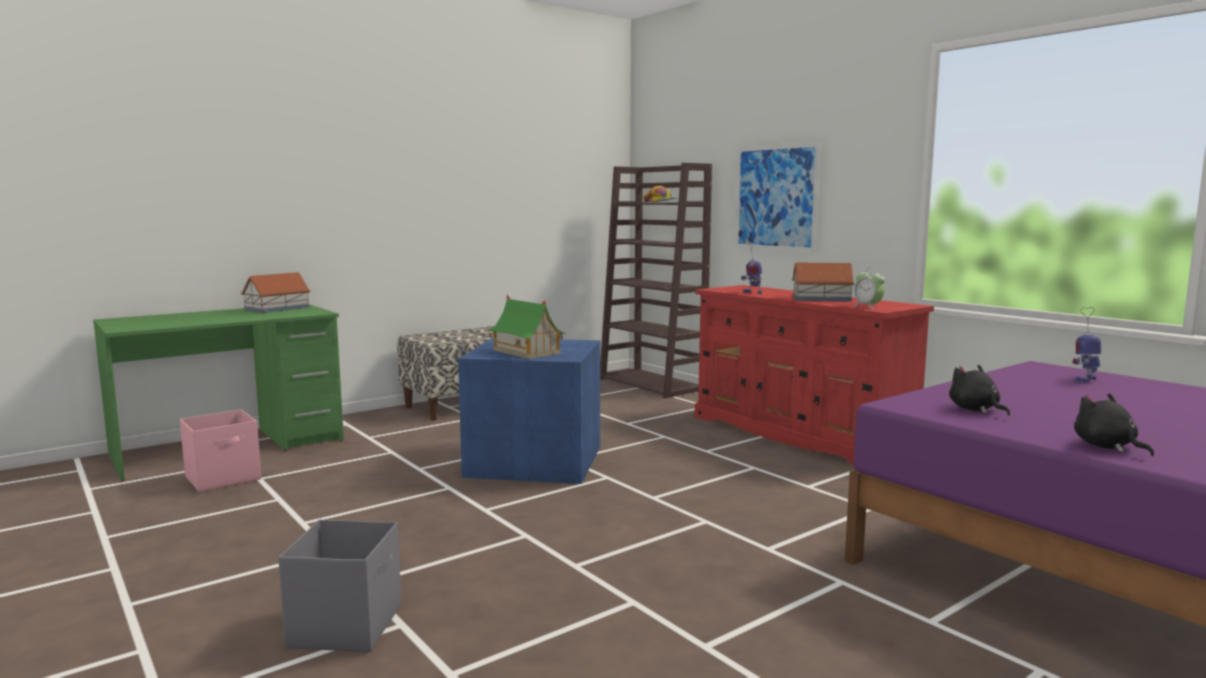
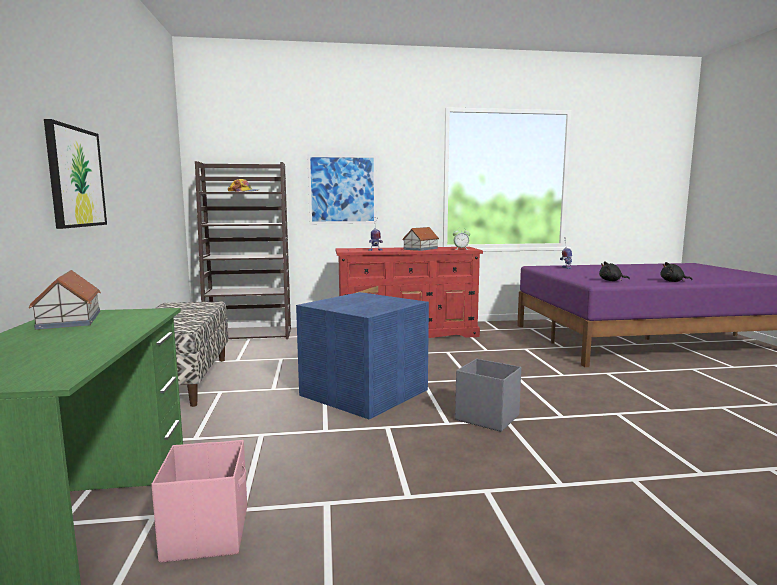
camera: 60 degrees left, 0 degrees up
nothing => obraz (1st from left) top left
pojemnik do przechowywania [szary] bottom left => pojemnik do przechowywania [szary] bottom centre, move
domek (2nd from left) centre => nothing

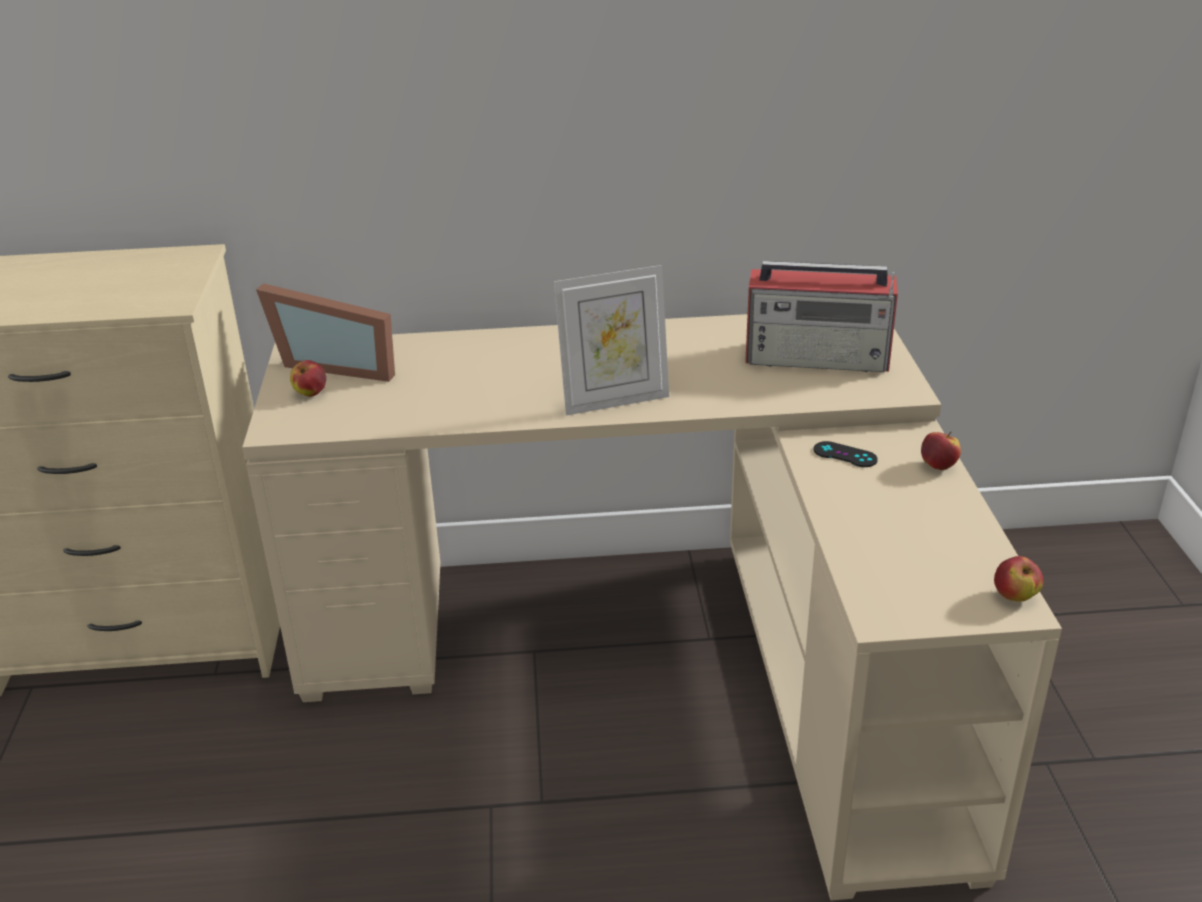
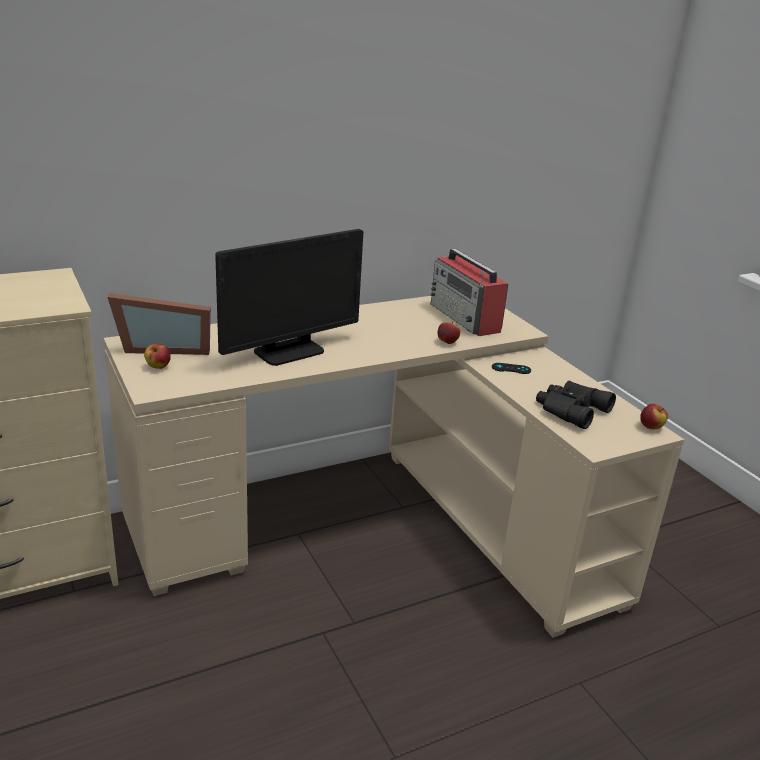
camera: 25 degrees left, 5 degrees down
nothing => monitor centre
radio middle right => radio centre, 75 degrees clockwise
jabłko (2nd from left) middle right => jabłko (2nd from left) centre, move
nothing => lornetka [czarny] middle right
ramka na zdjęcie (2nd from left) centre => nothing

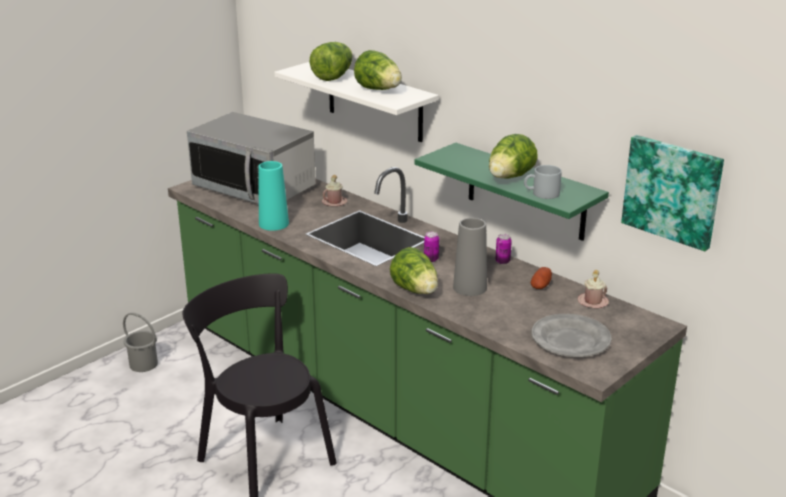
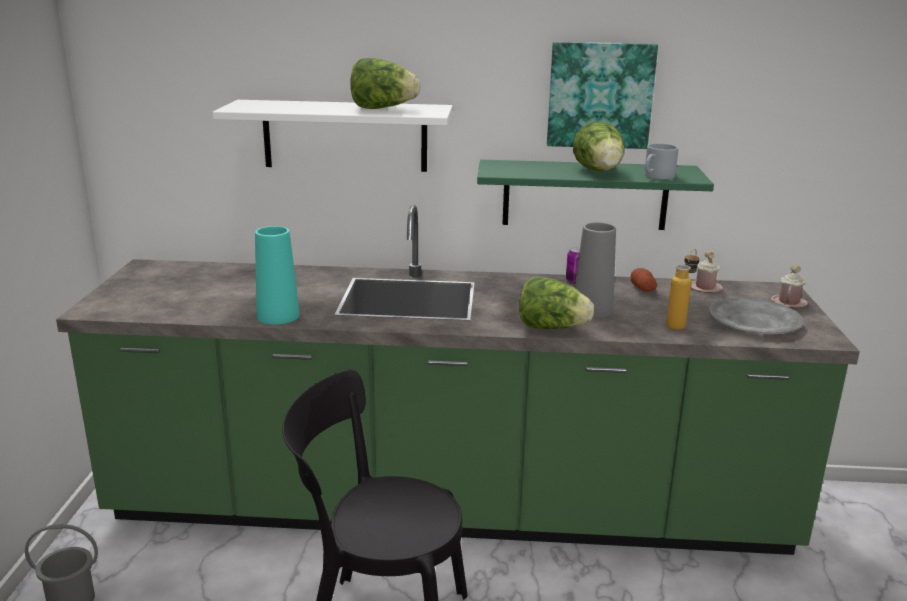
camera: 40 degrees left, 5 degrees down
obraz middle right => obraz top centre, move
nothing => butelka middle right
kubek [różowy] (1st from left in the first image) centre => kubek [różowy] (2nd from left) middle right, move
mikrofalówka top left => nothing
sałata (1st from left) top centre => nothing
puszka (1st from left) centre => nothing

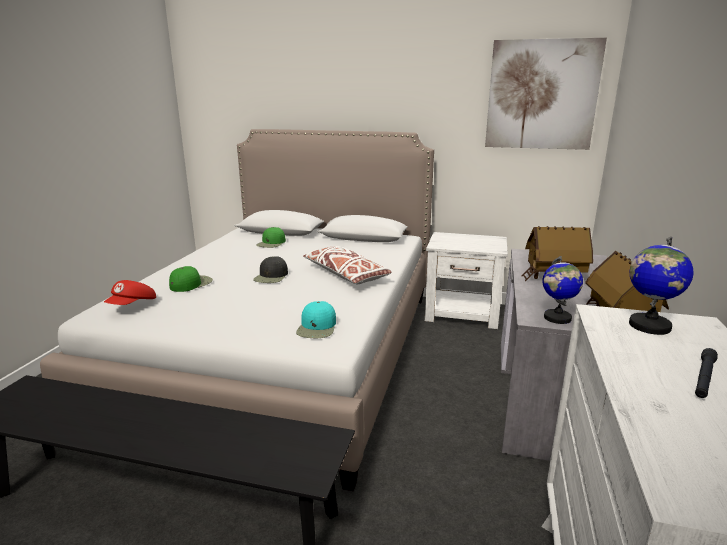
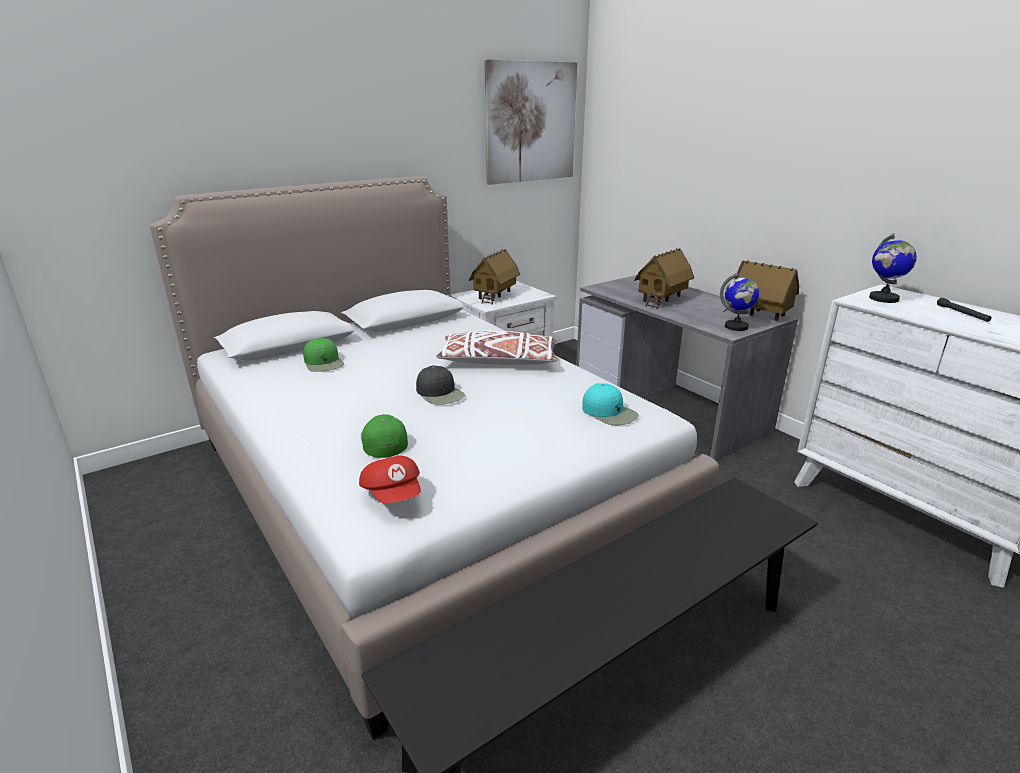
camera: 50 degrees left, 5 degrees up
nothing => domek (1st from left) centre

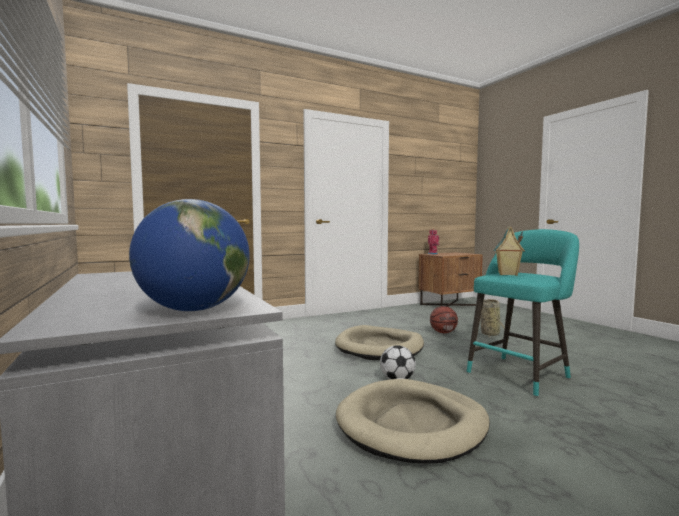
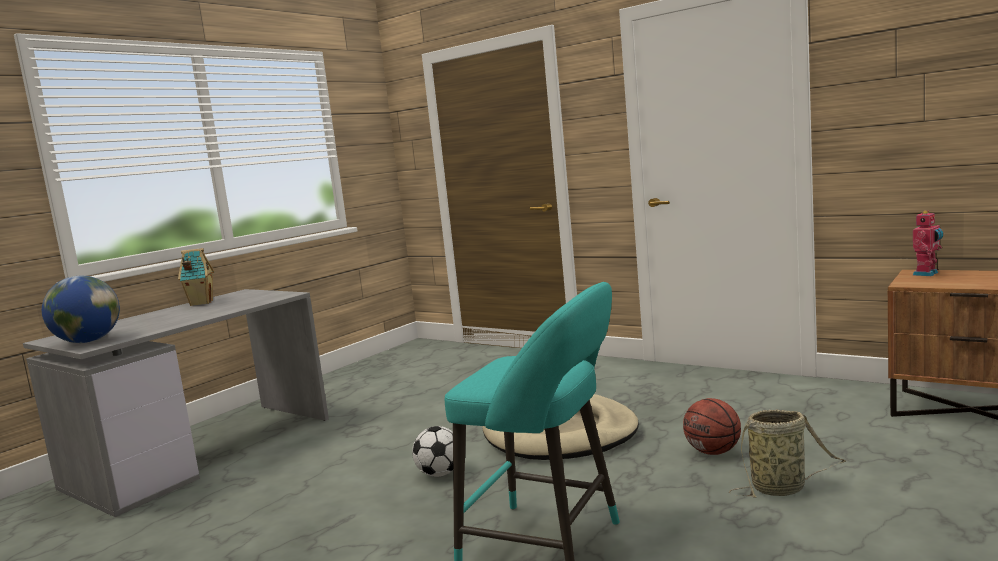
camera: 65 degrees right, 5 degrees up
domek middle right => domek middle left, move
legowisko [beżowy] (2nd from left) bottom centre => nothing

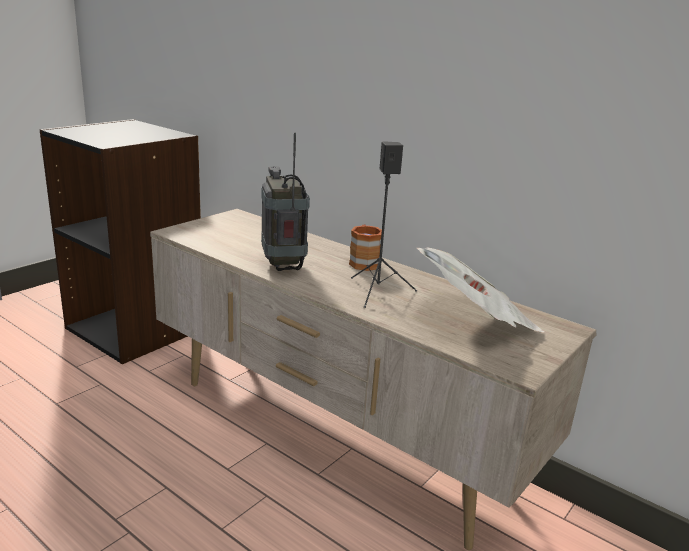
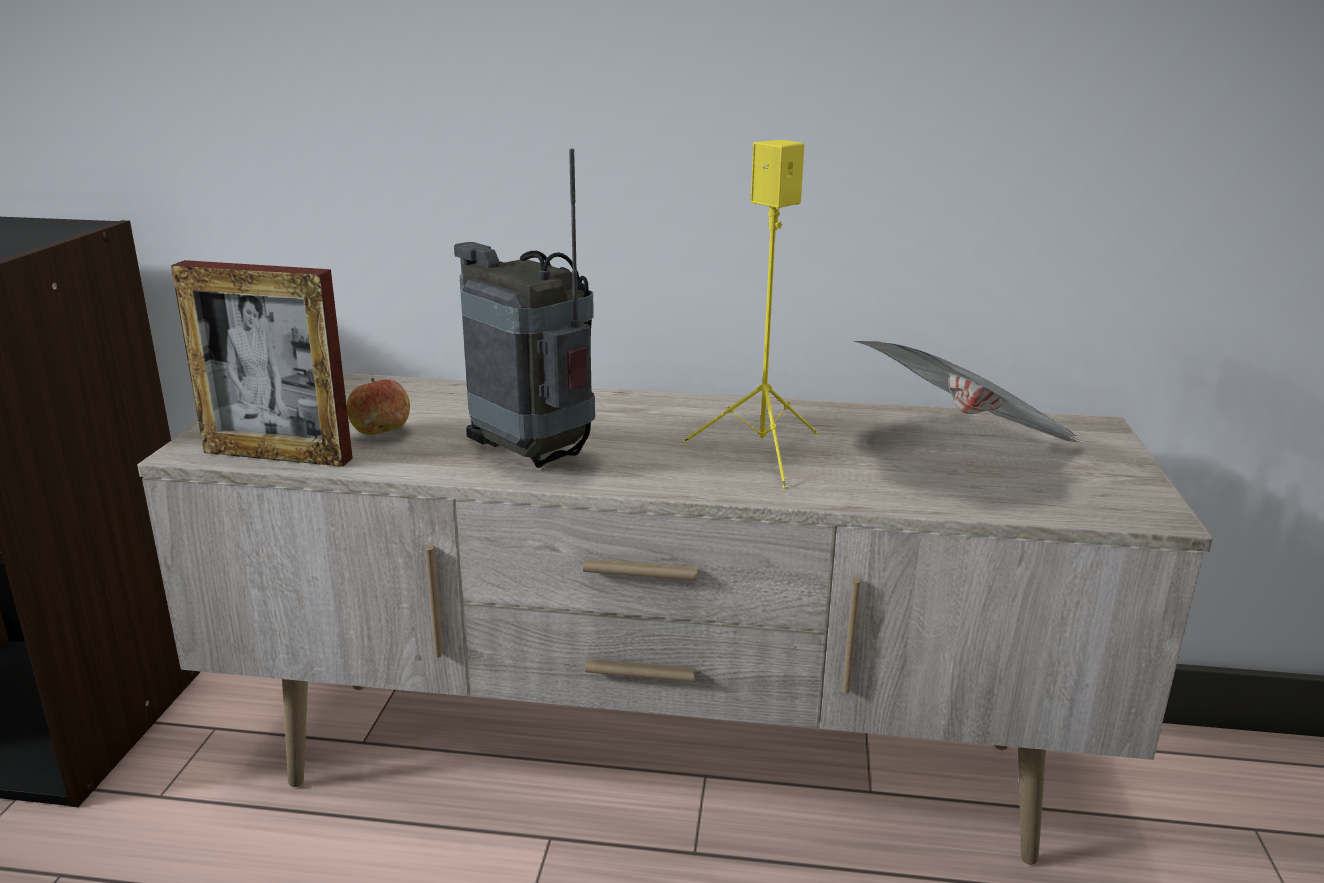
camera: 30 degrees left, 0 degrees up
nothing => ramka na zdjęcie middle left
nothing => jabłko middle left
głośnik [czarny] centre => głośnik [żółty] centre
kubek [brązowy] centre => nothing

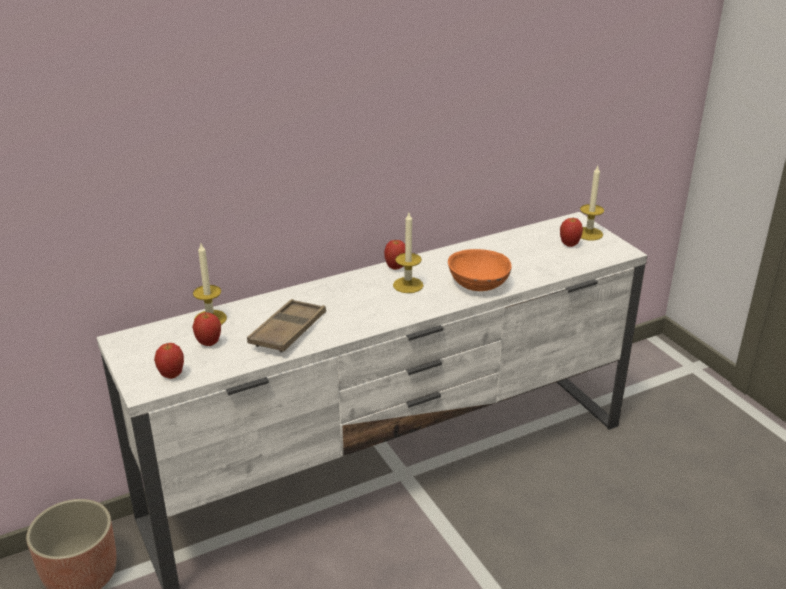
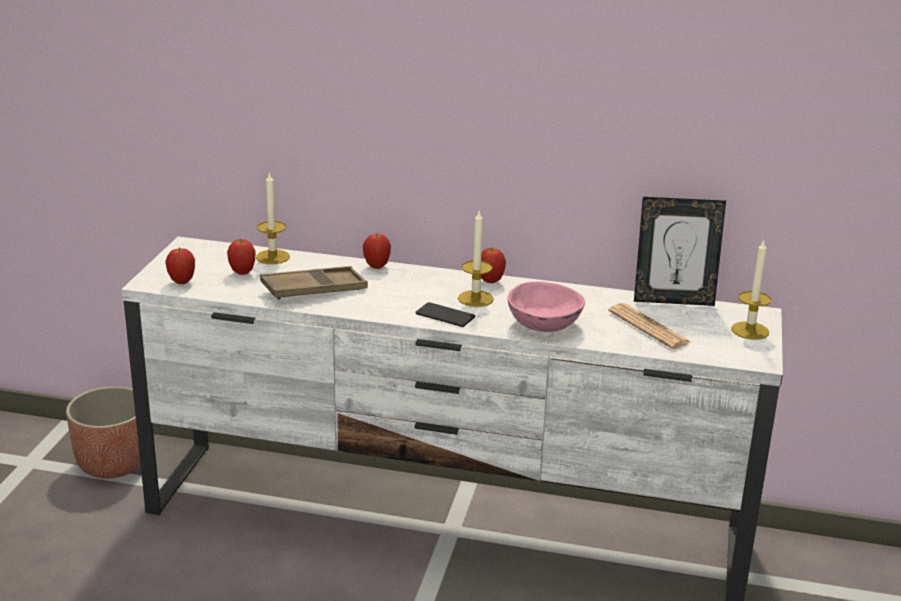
camera: 40 degrees right, 5 degrees down
jabłko (4th from left in the first image) middle right => jabłko (3rd from left) centre, move
nothing => telefon centre
miska [pomarańczowy] centre => miska [różowy] centre
nothing => gazeta middle right
nothing => ramka na zdjęcie middle right

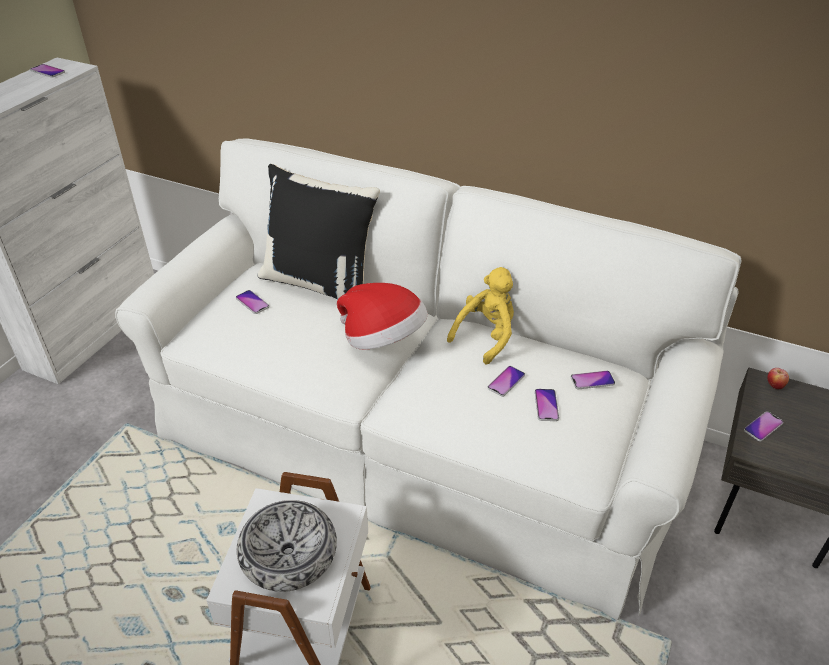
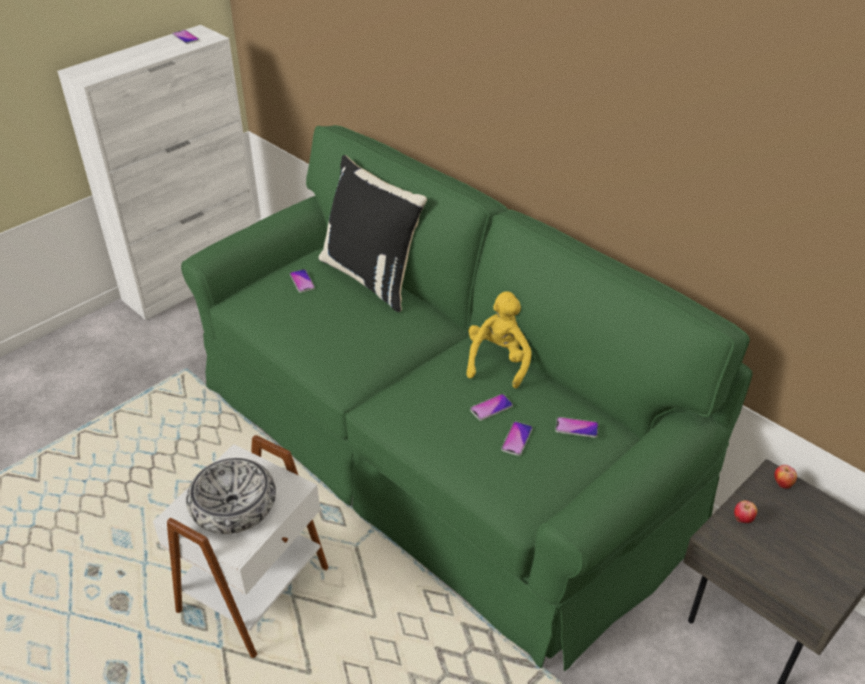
camera: 20 degrees right, 0 degrees up
kanapa [biały] centre => kanapa [zielony] centre
pluszak [żółty] centre, 45 degrees counterclockwise
telefon (6th from left) middle right => jabłko (1st from left) bottom right
kapelusz centre => nothing

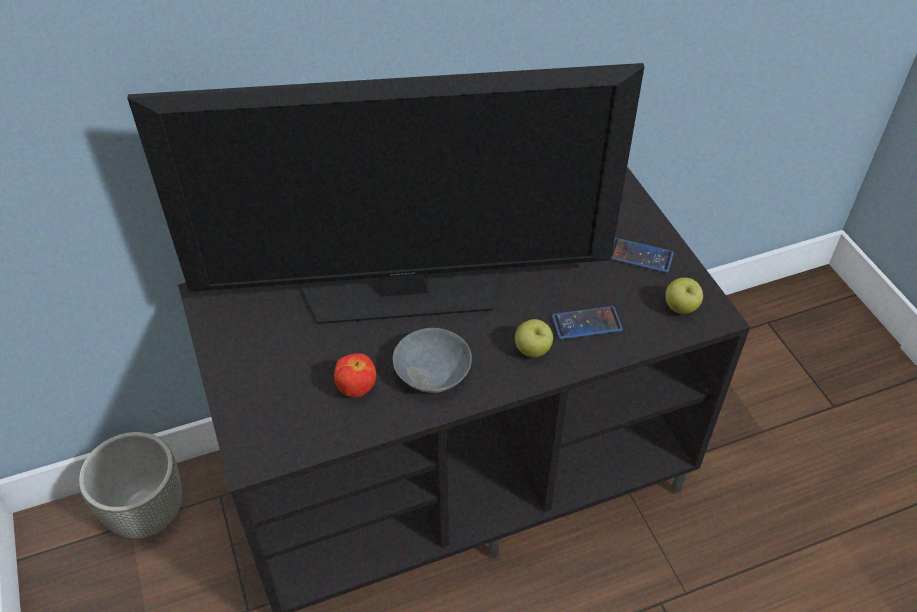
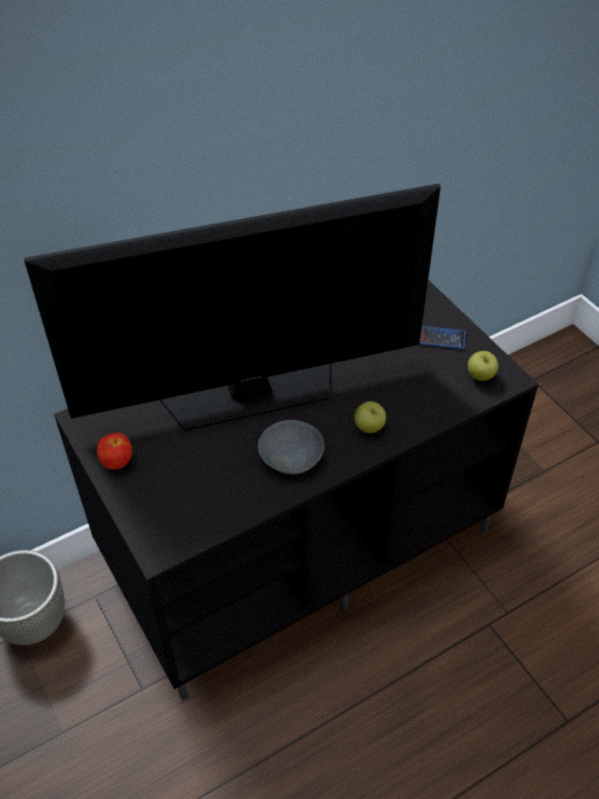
camera: 10 degrees left, 0 degrees up
jabłko (1st from left) centre => jabłko (1st from left) middle left, move
telefon (1st from left) centre => nothing

